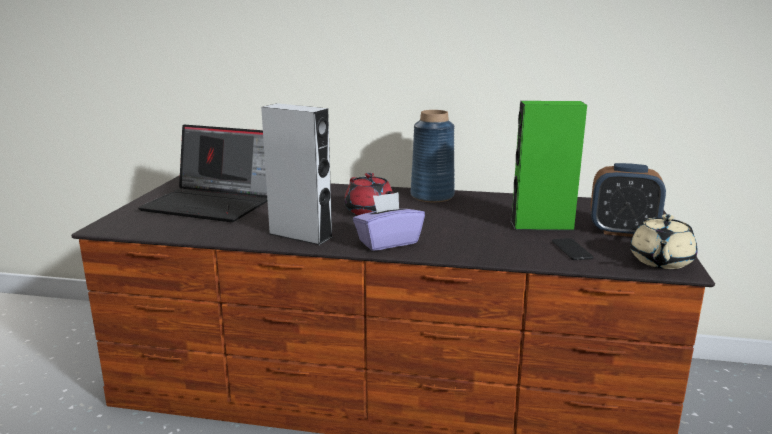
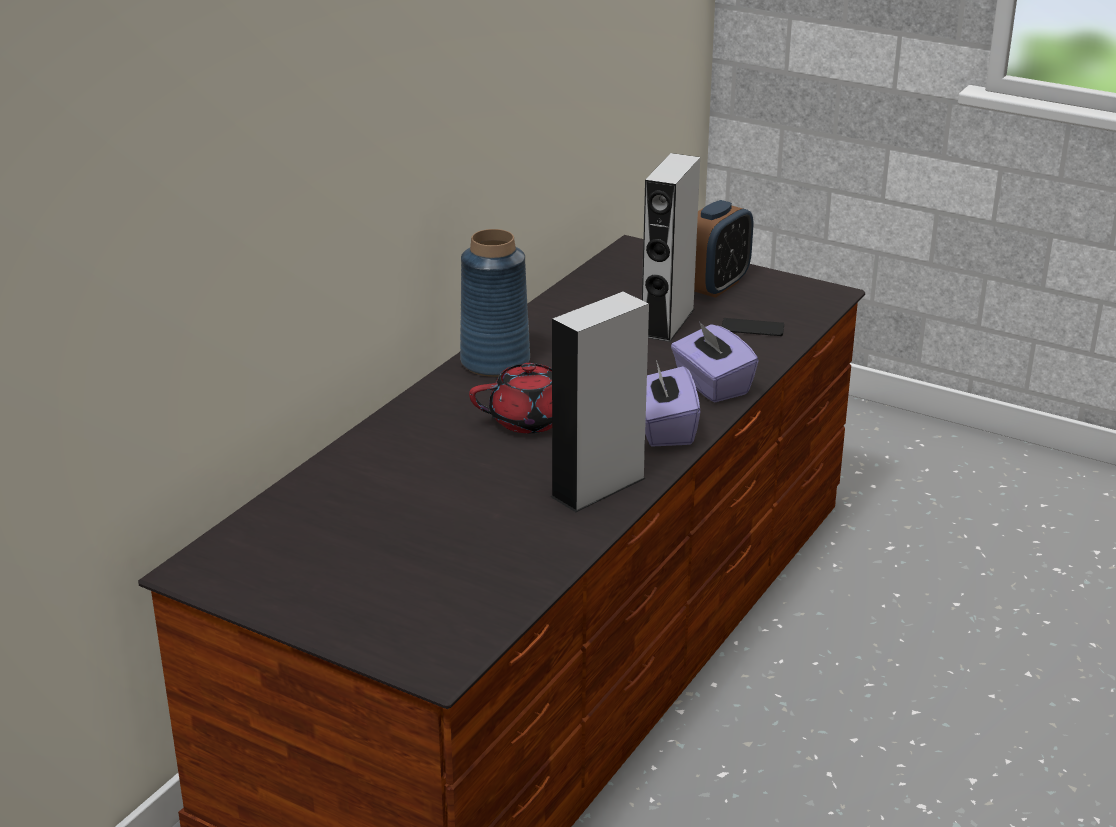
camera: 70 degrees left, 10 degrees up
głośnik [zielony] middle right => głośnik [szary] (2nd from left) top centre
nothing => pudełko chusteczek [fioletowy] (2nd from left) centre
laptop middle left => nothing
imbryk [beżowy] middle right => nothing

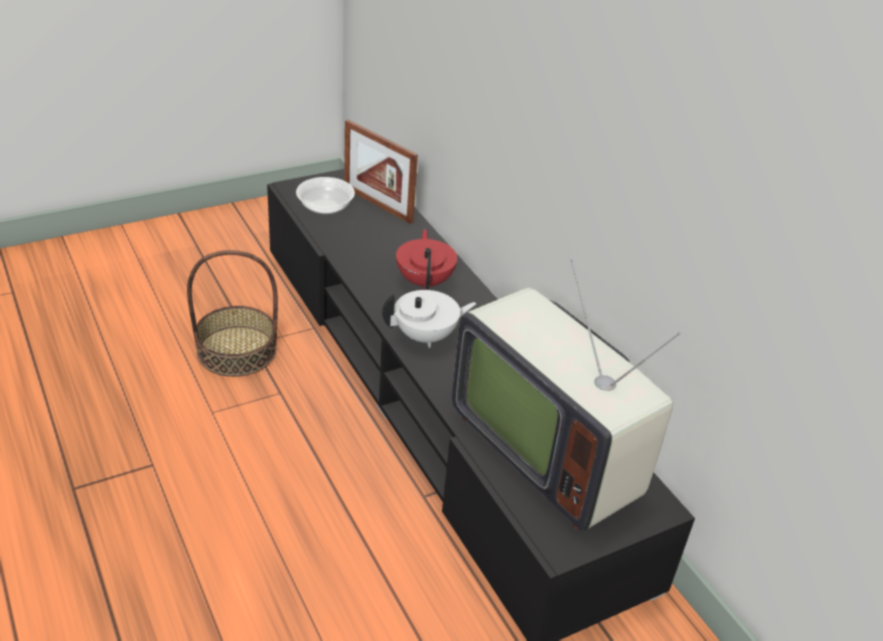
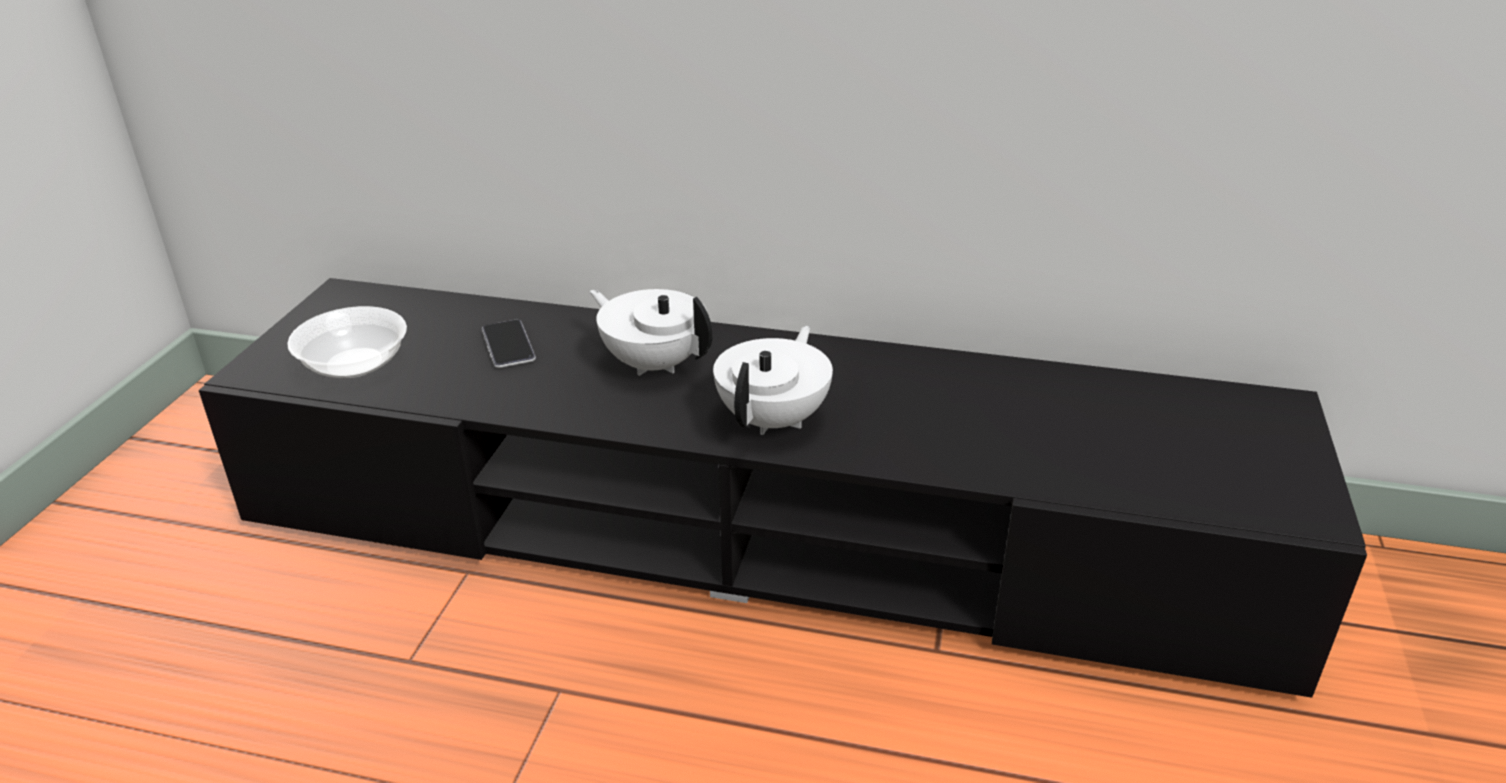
camera: 45 degrees left, 5 degrees down
nothing => telefon centre
imbryk [czerwony] centre => imbryk [biały] (1st from left) centre
koszyk middle left => nothing
ramka na zdjęcie top centre => nothing
telewizor centre => nothing

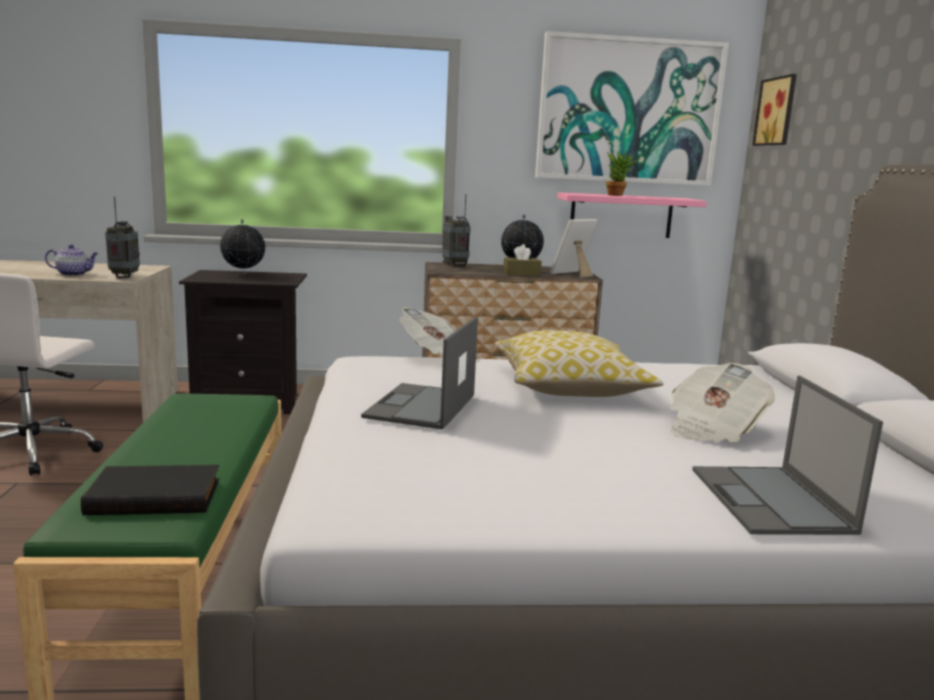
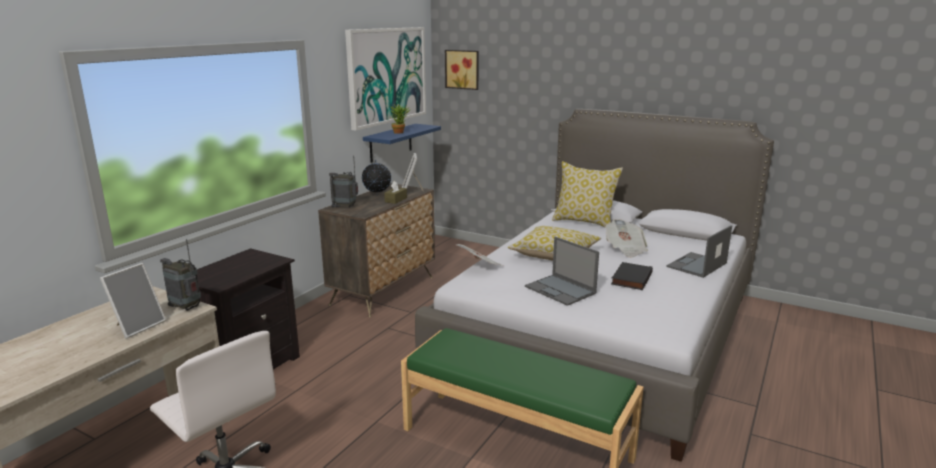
camera: 55 degrees left, 5 degrees up
imbryk middle left => ramka na zdjęcie (1st from left) middle left
półka [różowy] top right => półka [niebieski] top centre
nothing => poduszka (2nd from left) centre
książka [czarny] bottom left => książka [czarny] middle right, move
laptop (2nd from left) middle right, 105 degrees clockwise
globus (1st from left) middle left => nothing

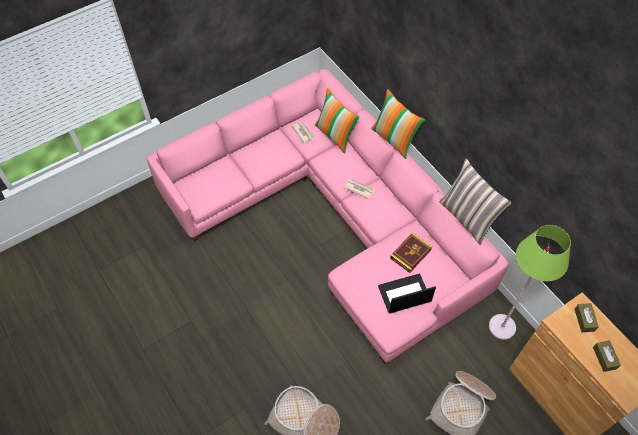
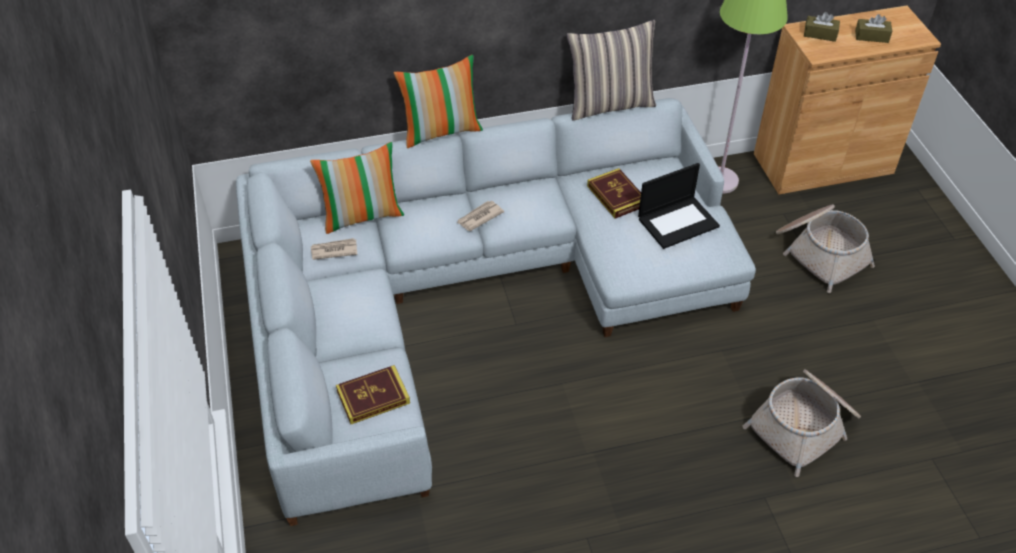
camera: 70 degrees left, 10 degrees down
kanapa [różowy] centre => kanapa [szary] centre
nothing => książka (1st from left) bottom centre
laptop bottom centre => laptop middle right, 120 degrees counterclockwise

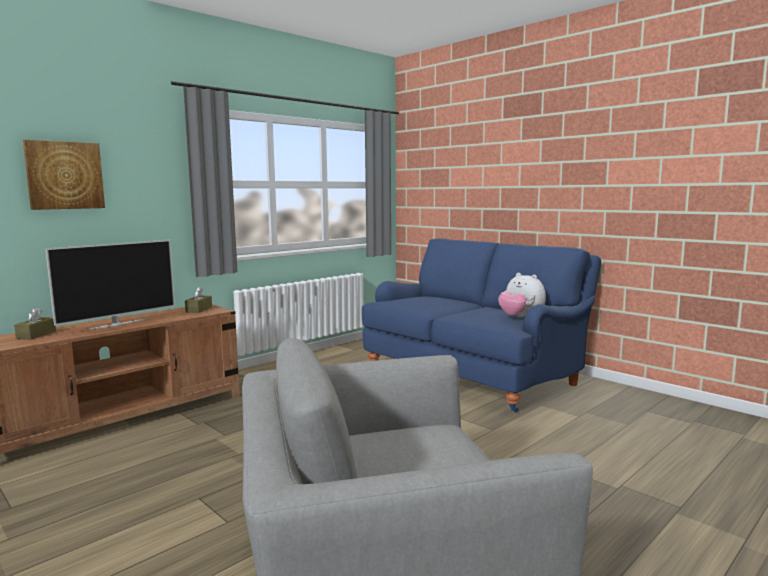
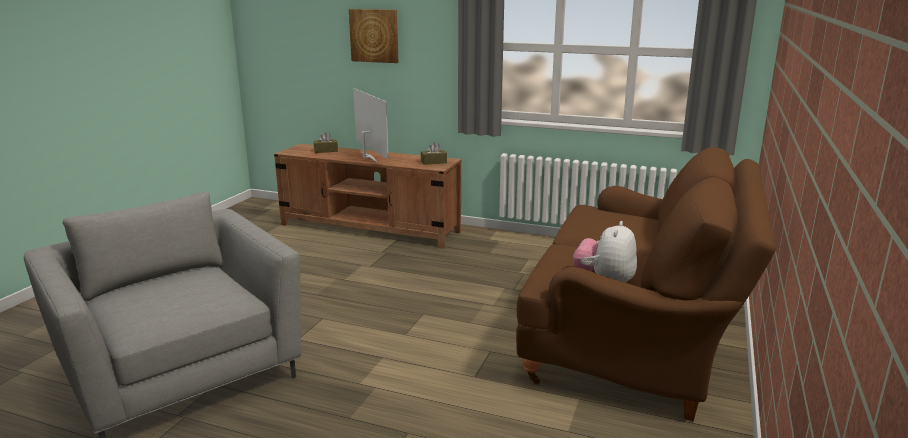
camera: 65 degrees right, 10 degrees up
telewizor middle left => telewizor top centre, 135 degrees counterclockwise
kanapa [niebieski] centre => kanapa [brązowy] middle right

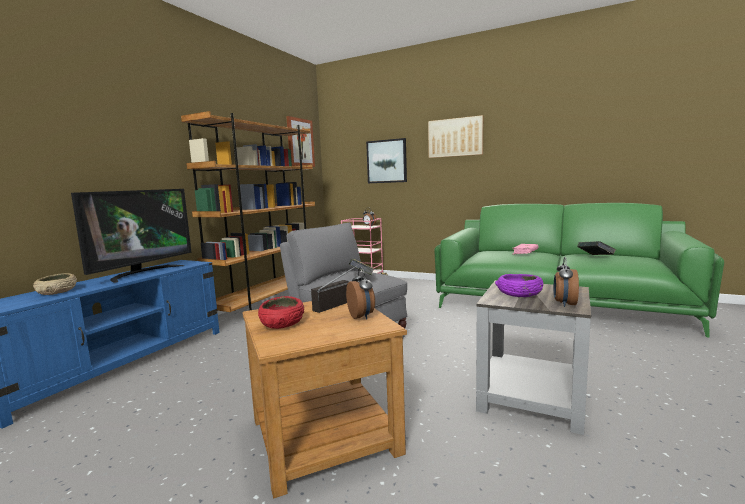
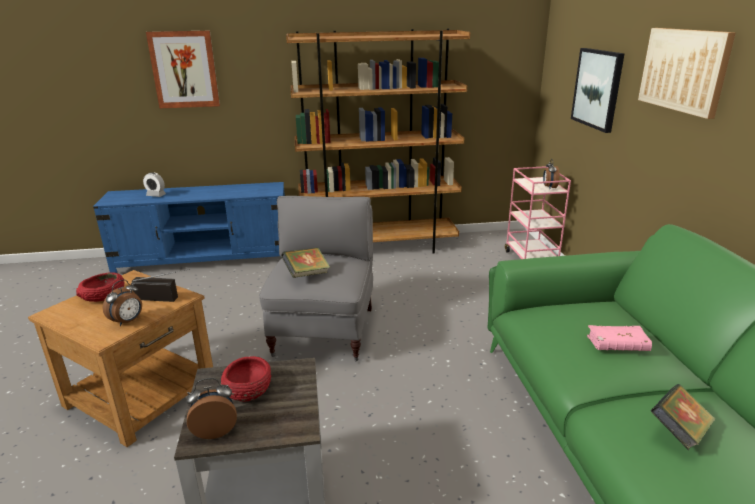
camera: 55 degrees right, 15 degrees up
miska [beżowy] middle left => budzik (2nd from left) middle left
obraz (1st from left) top centre => obraz (1st from left) top left, move
miska [fioletowy] middle right => miska [czerwony] (2nd from left) bottom left
telewizor middle left => nothing

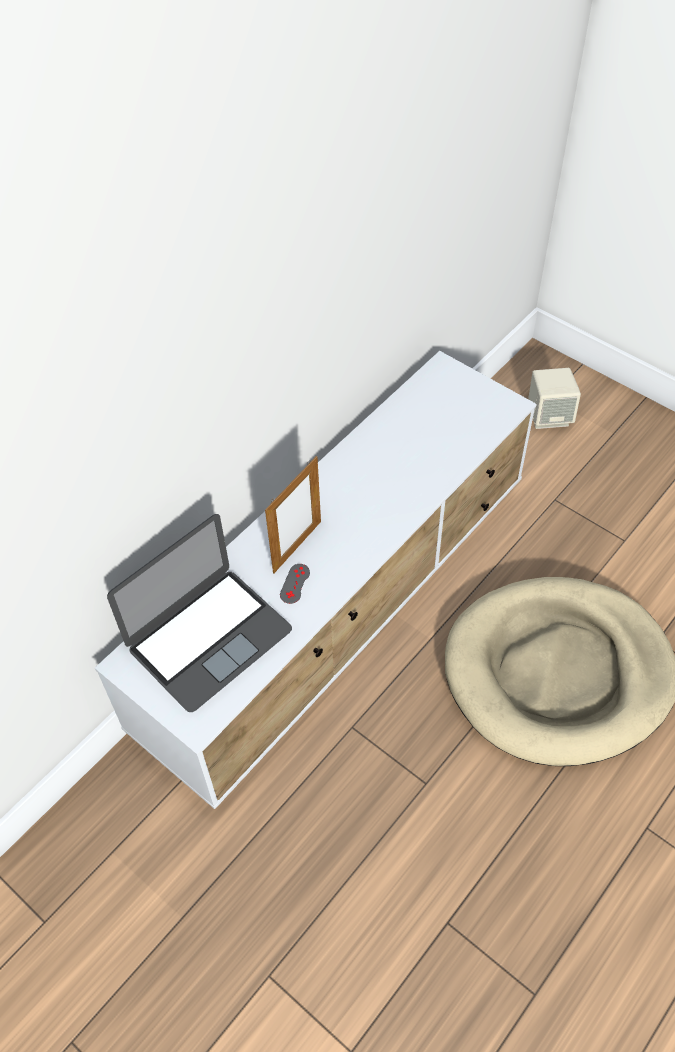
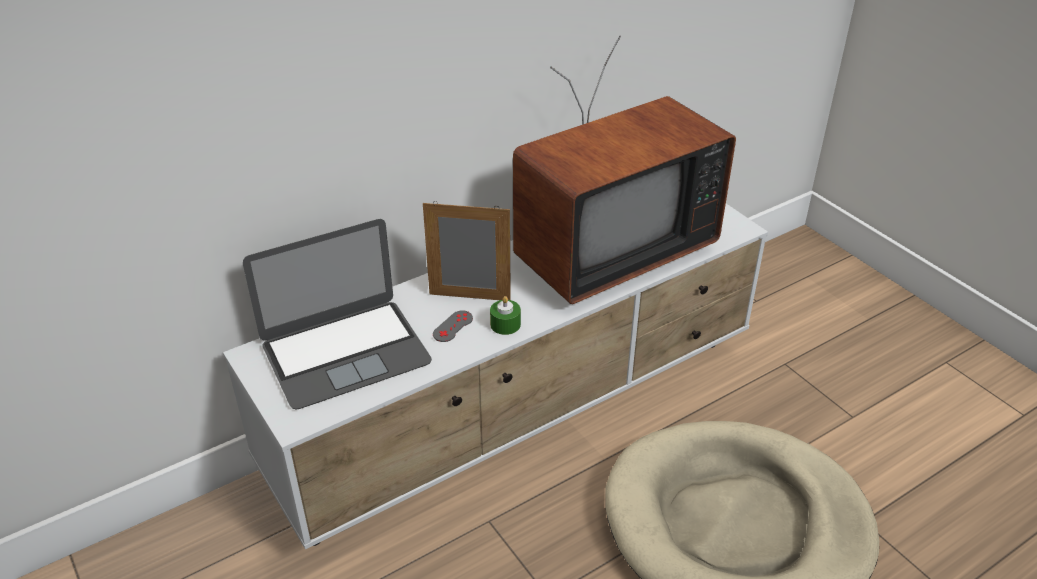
camera: 15 degrees right, 15 degrees down
ramka na zdjęcie centre, 135 degrees counterclockwise
nothing => świeca [zielony] centre
nothing => telewizor top centre
głośnik [beżowy] middle right => nothing

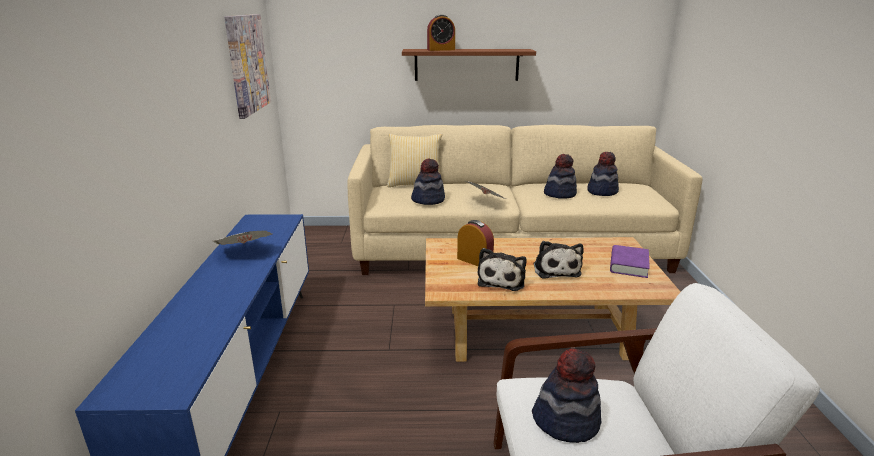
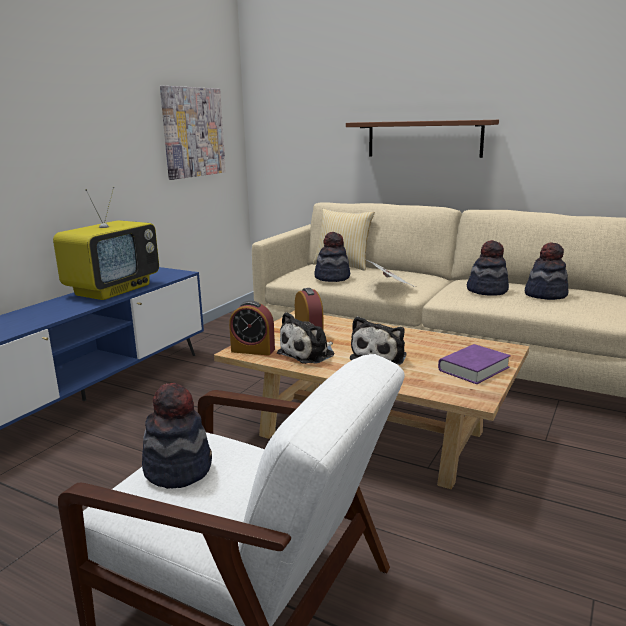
camera: 30 degrees right, 5 degrees down
gazeta (1st from left) middle left => telewizor middle left
budzik (1st from left) top centre => budzik (1st from left) centre, move

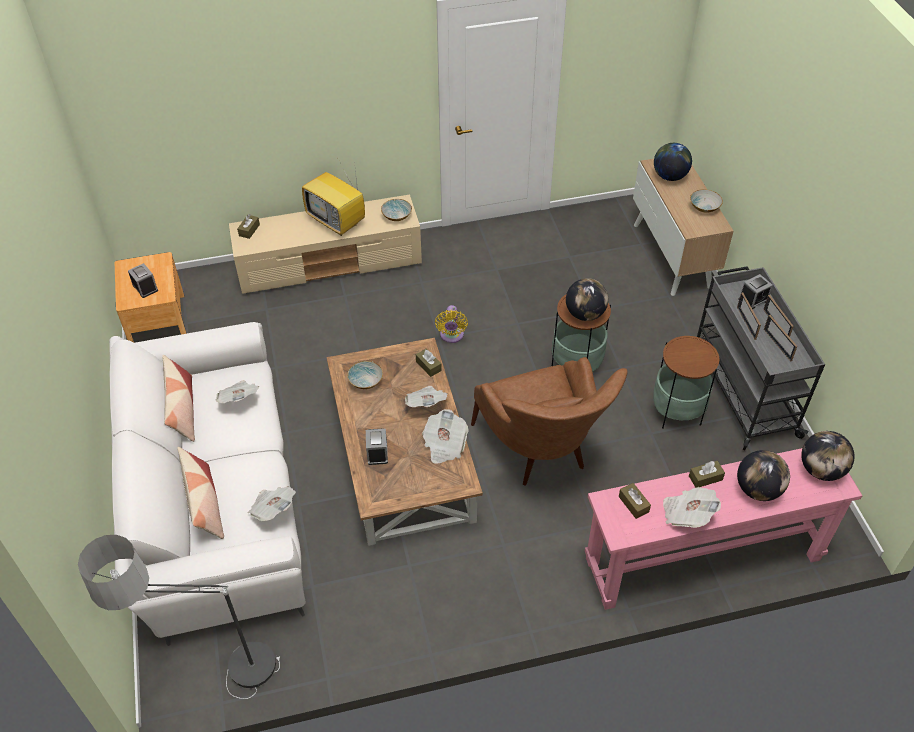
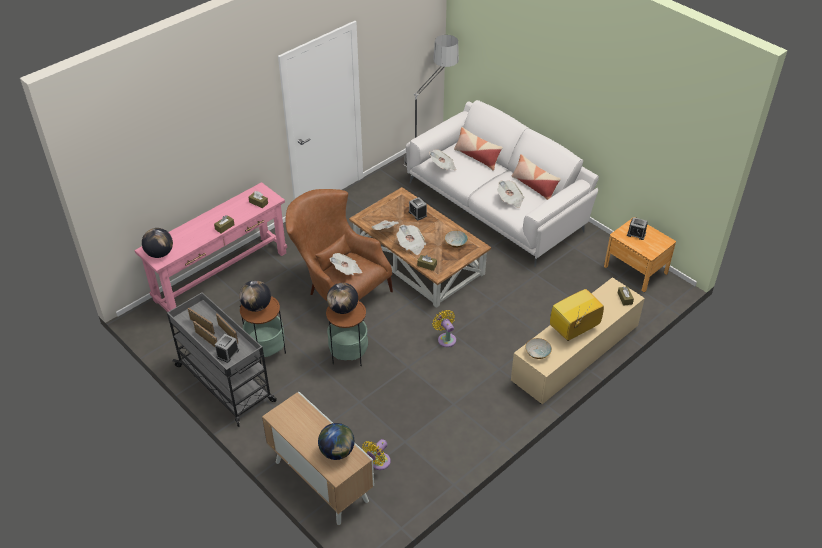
camera: 150 degrees right, 5 degrees down
globus (3rd from left in the first image) middle right => globus (2nd from left) middle left, move
gazeta (5th from left in the first image) bottom right => gazeta (1st from left) centre, move
nothing => wentylator [żółty] (1st from left) bottom centre
telewizor top centre => telewizor middle right, 45 degrees counterclockwise
miska (3rd from left) top right => nothing

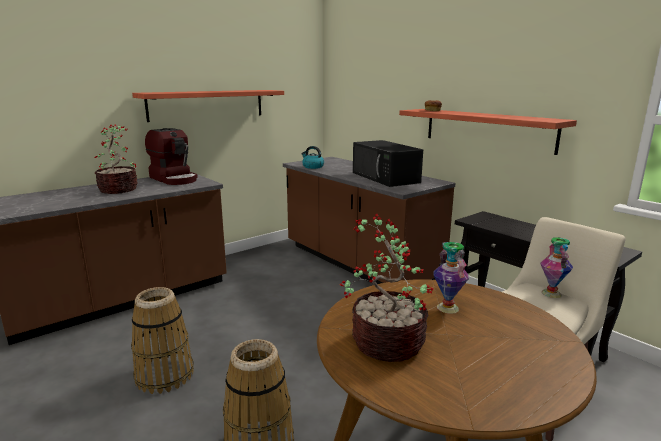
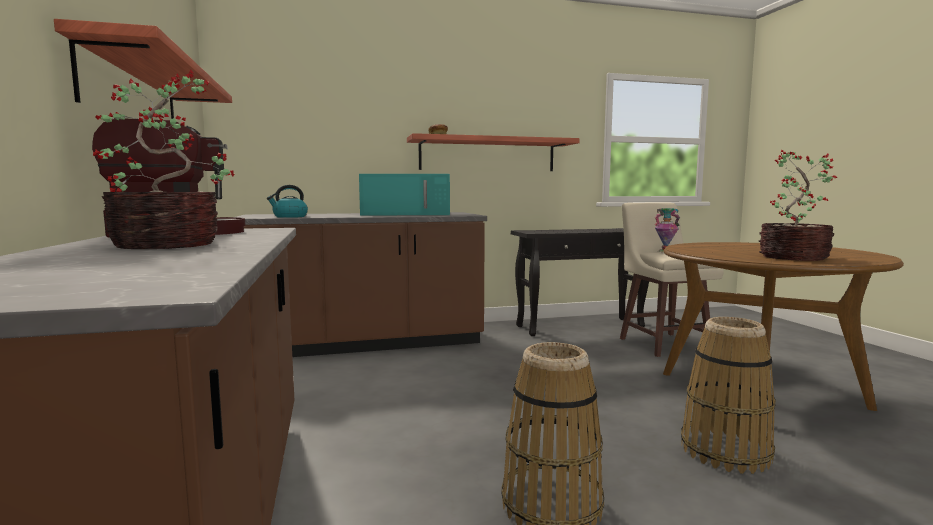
camera: 65 degrees left, 10 degrees down
mikrofalówka [czarny] centre => mikrofalówka [turkusowy] centre
wazon (1st from left) middle right => nothing

